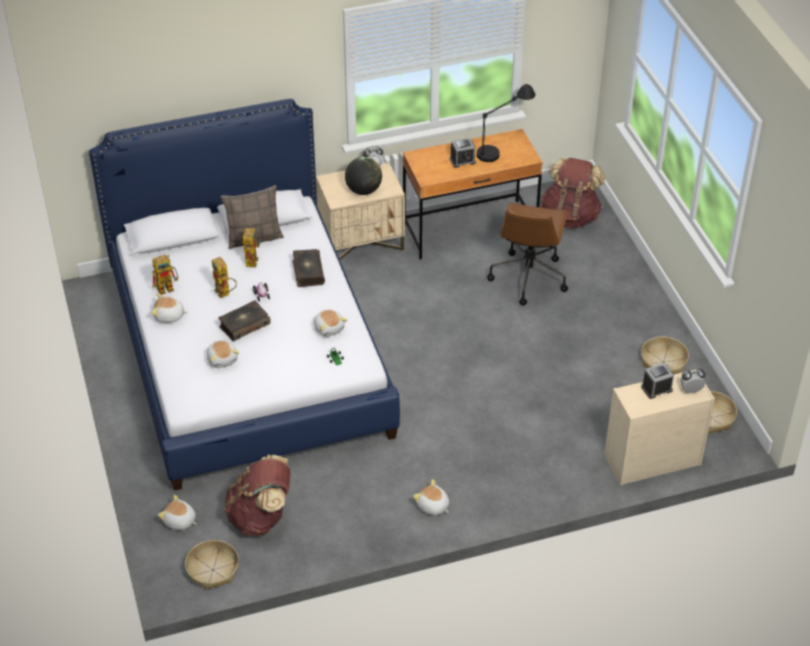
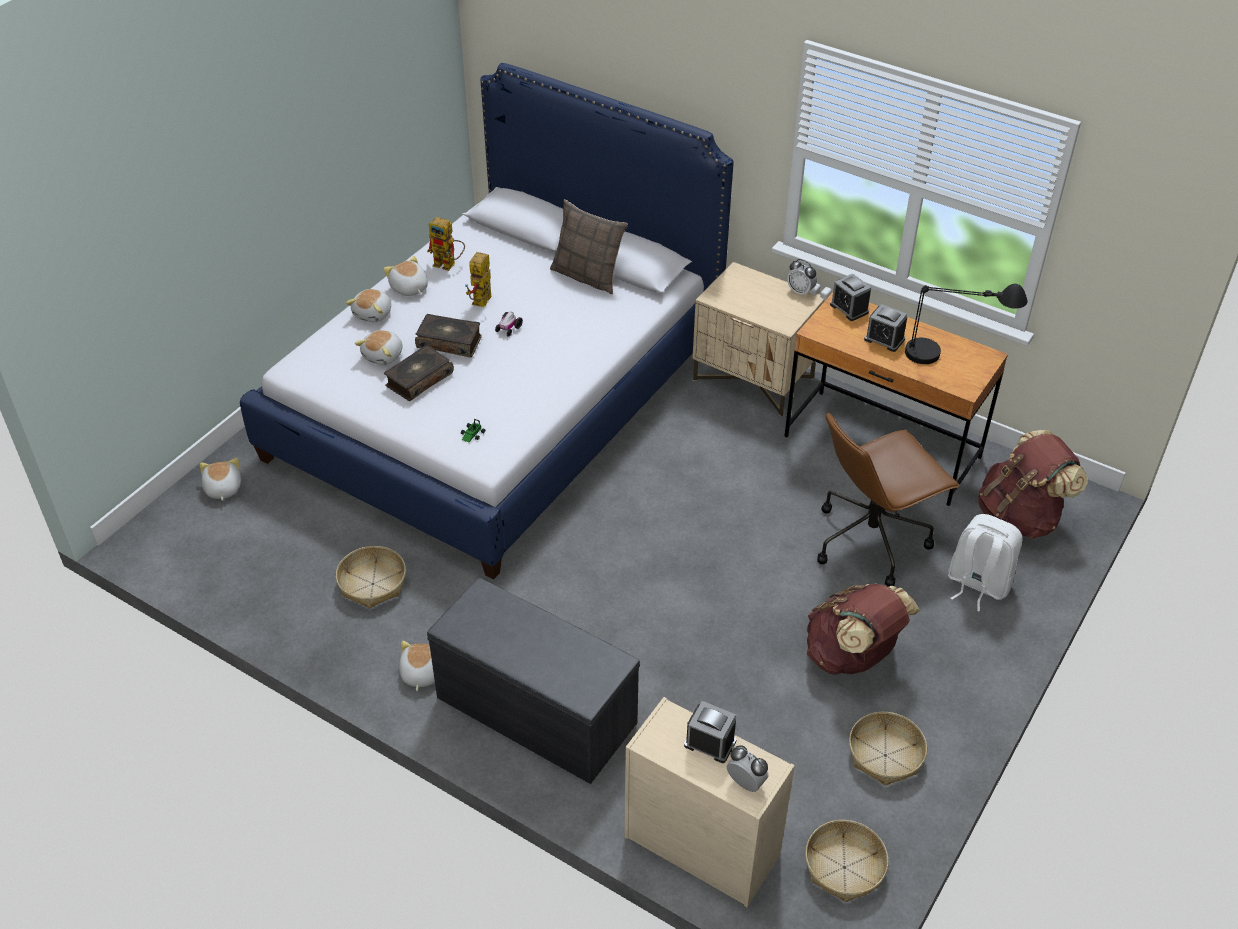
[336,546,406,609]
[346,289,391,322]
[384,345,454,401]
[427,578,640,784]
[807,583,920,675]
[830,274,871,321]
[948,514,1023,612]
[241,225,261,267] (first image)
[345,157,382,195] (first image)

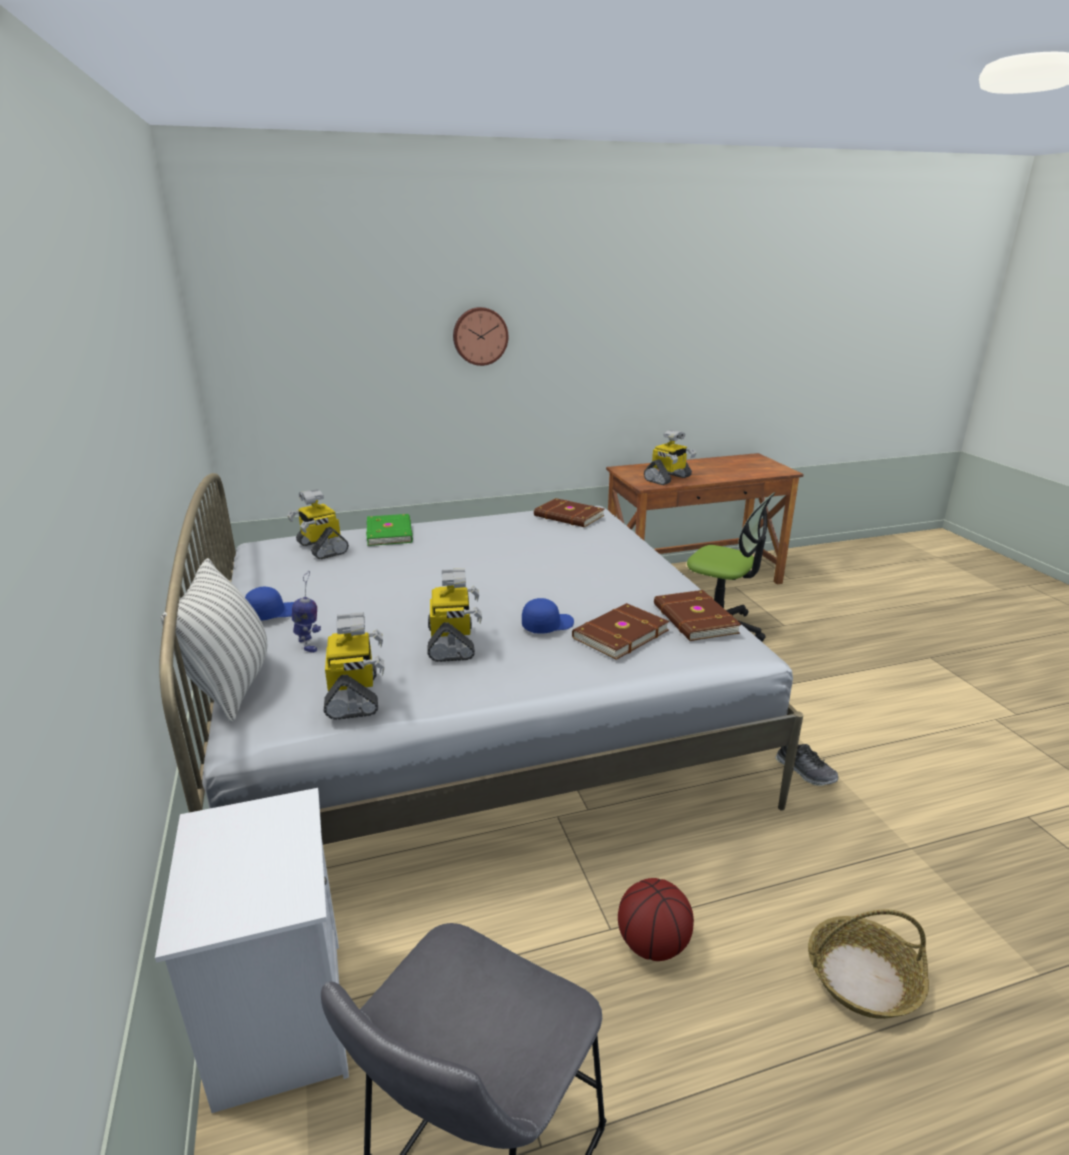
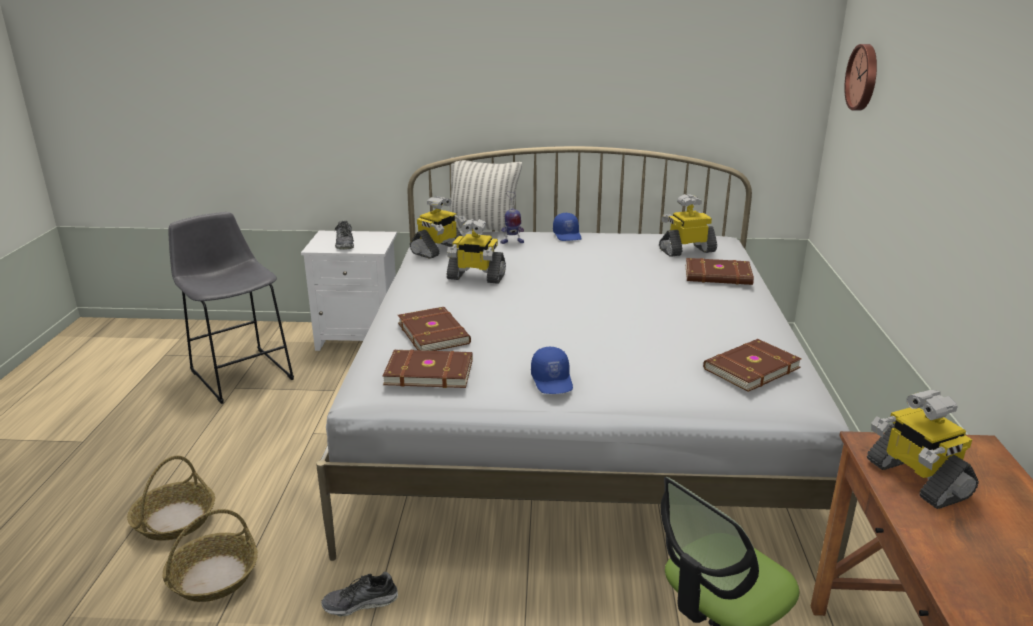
[163,509,258,602]
[335,221,354,250]
[410,196,467,259]
[531,347,573,394]
[686,258,754,285]
[844,44,877,111]
[618,878,694,961] (first image)

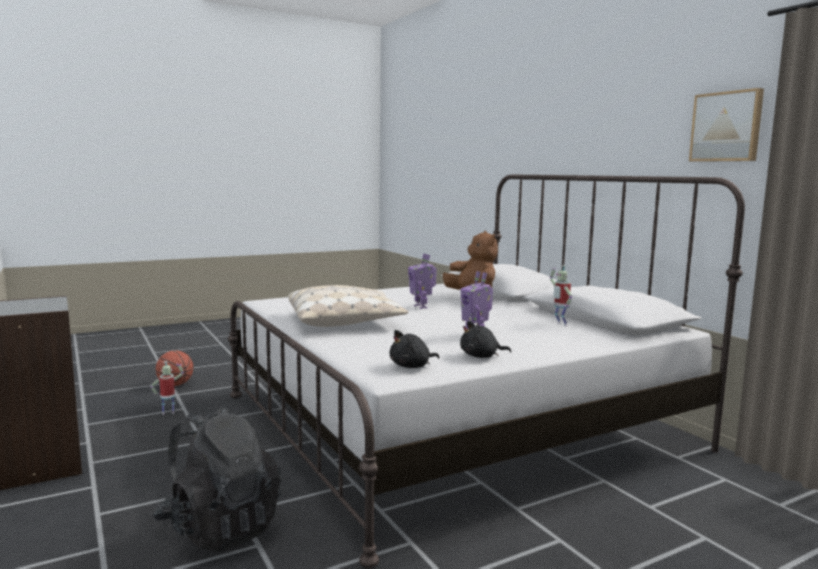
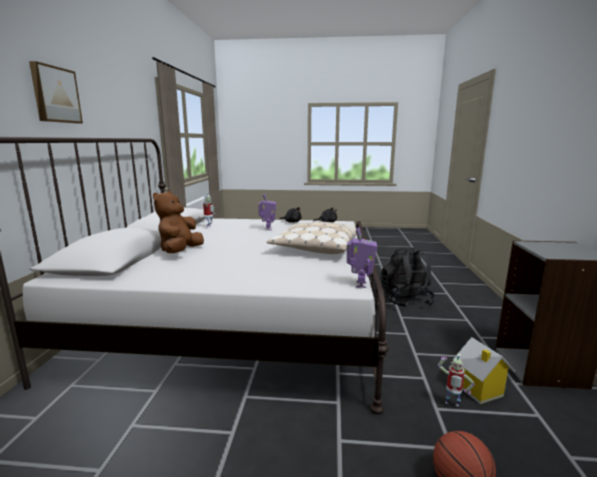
[29,61,83,124]
[347,227,377,288]
[454,337,515,404]

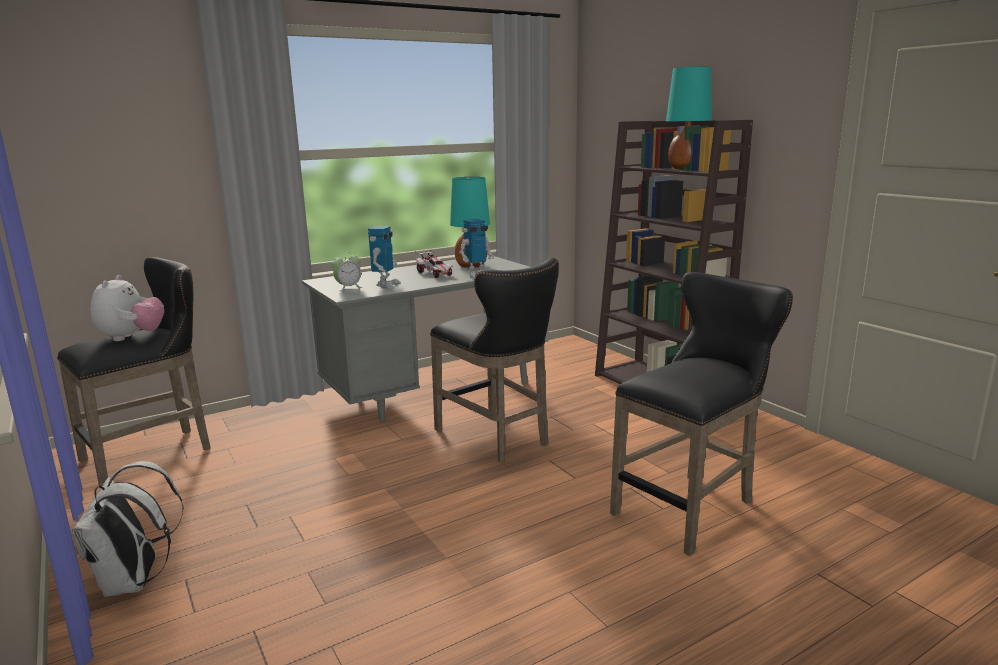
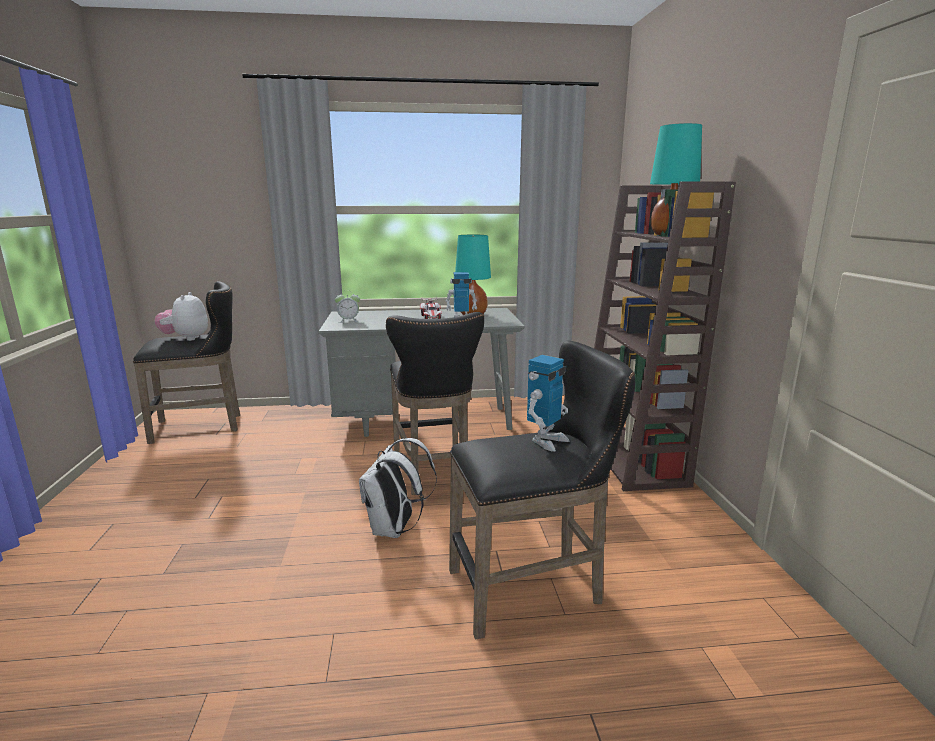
[155,292,208,341]
[359,438,437,538]
[527,355,569,452]

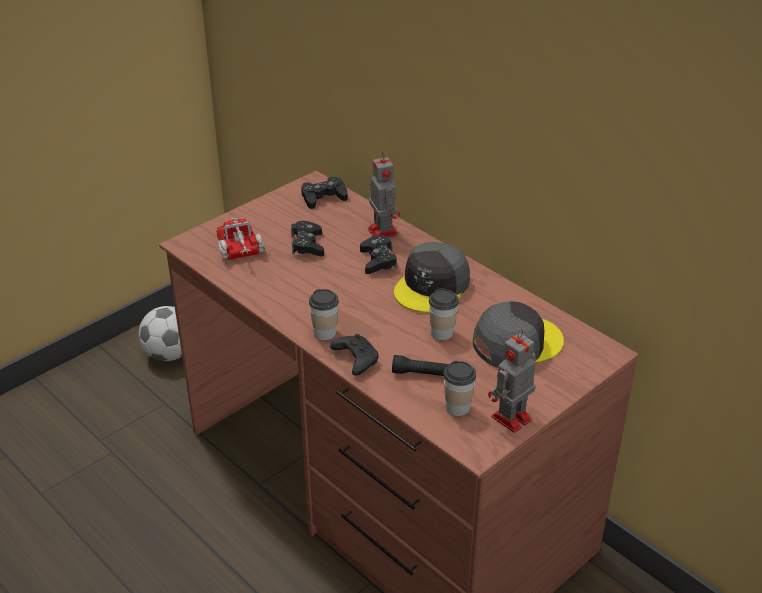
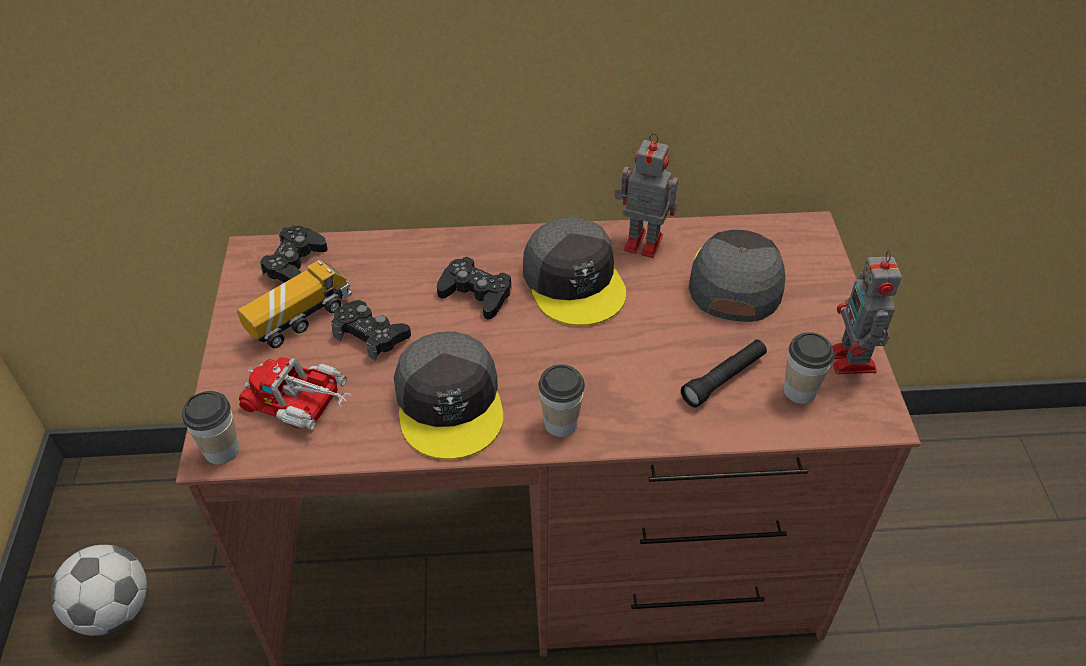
[182,391,239,465]
[237,260,352,348]
[394,332,503,460]
[614,133,678,258]
[330,334,379,376] (first image)

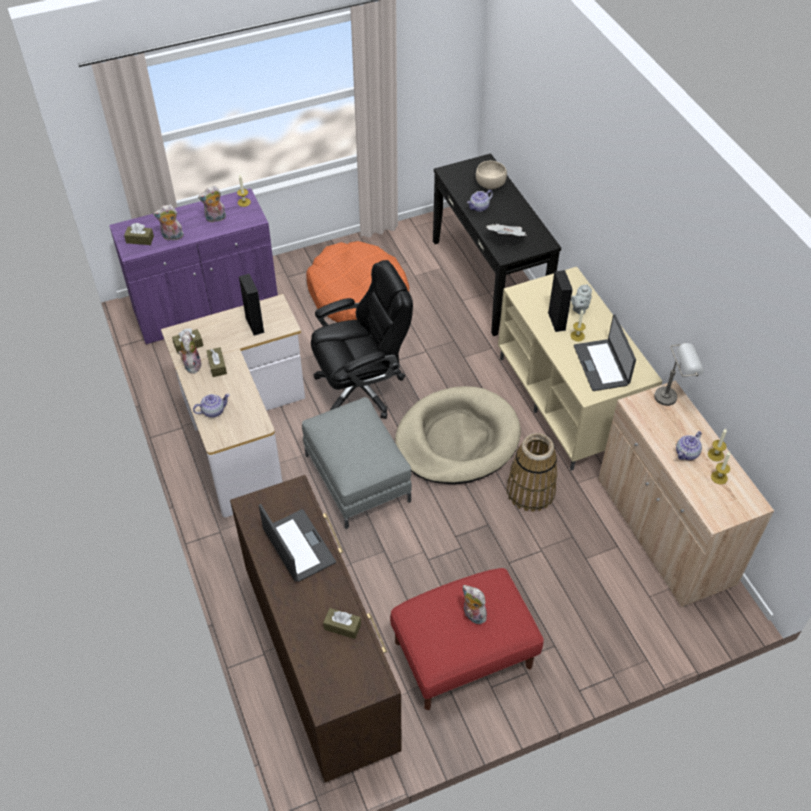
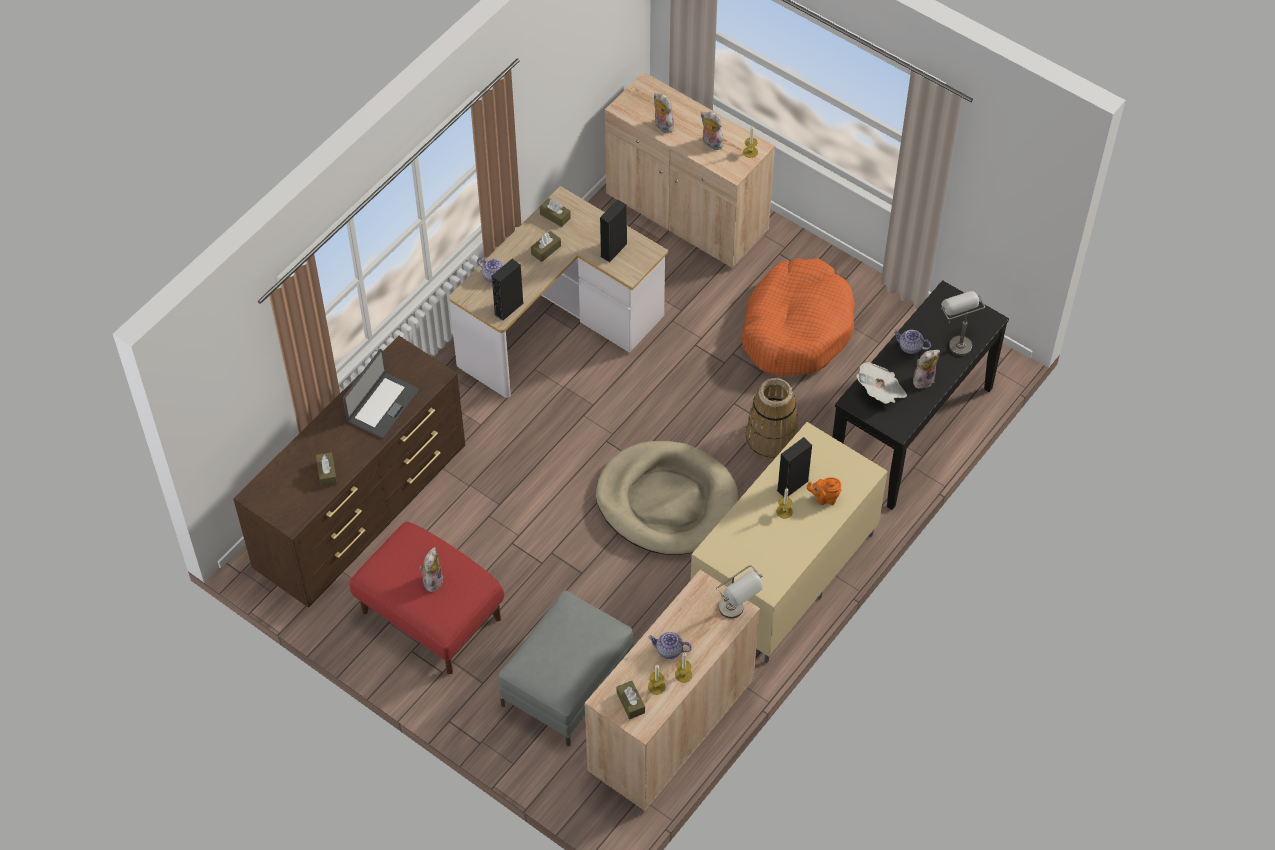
[492,259,523,321]
[498,591,633,746]
[605,72,775,268]
[617,681,645,719]
[745,378,798,460]
[807,478,842,505]
[913,350,940,389]
[941,291,985,356]
[311,260,413,419] (first image)
[574,314,636,391] (first image)

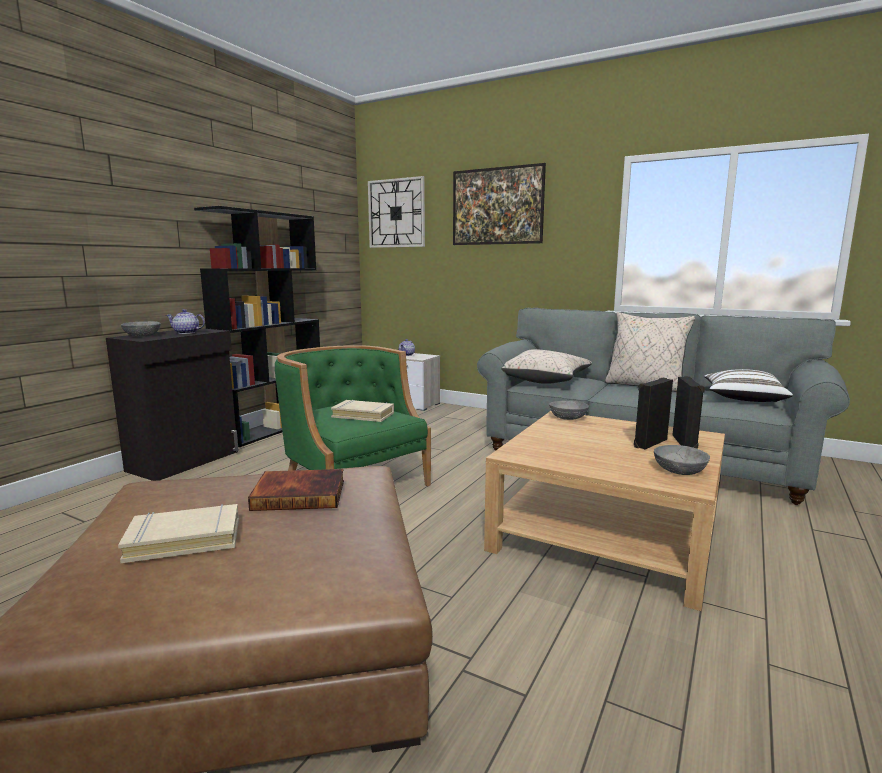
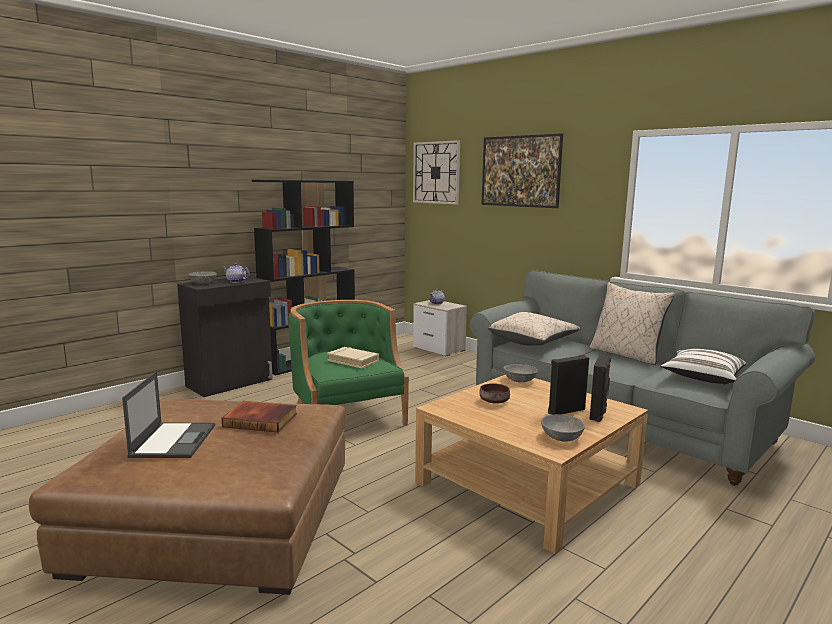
[122,371,215,458]
[479,383,510,404]

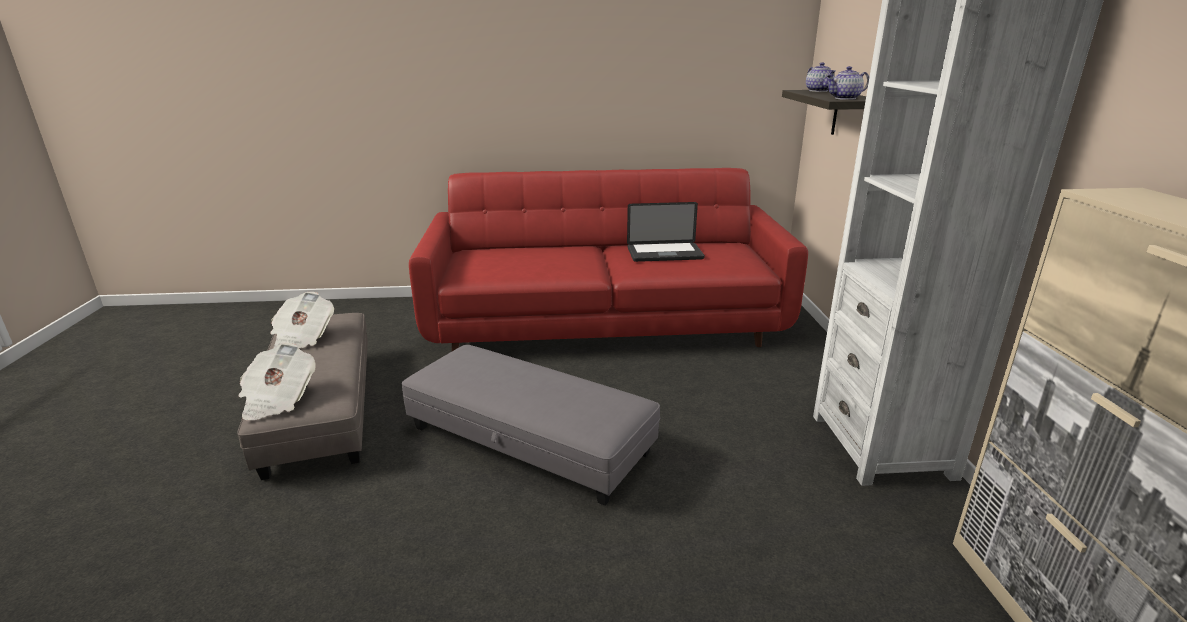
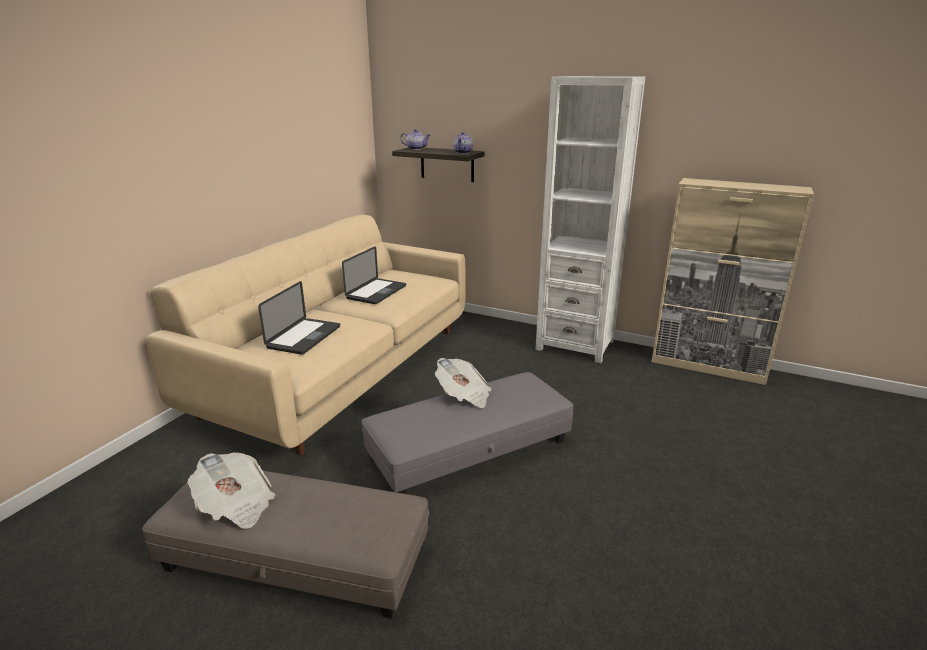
[147,215,465,456]
[258,281,340,355]
[435,358,491,408]

